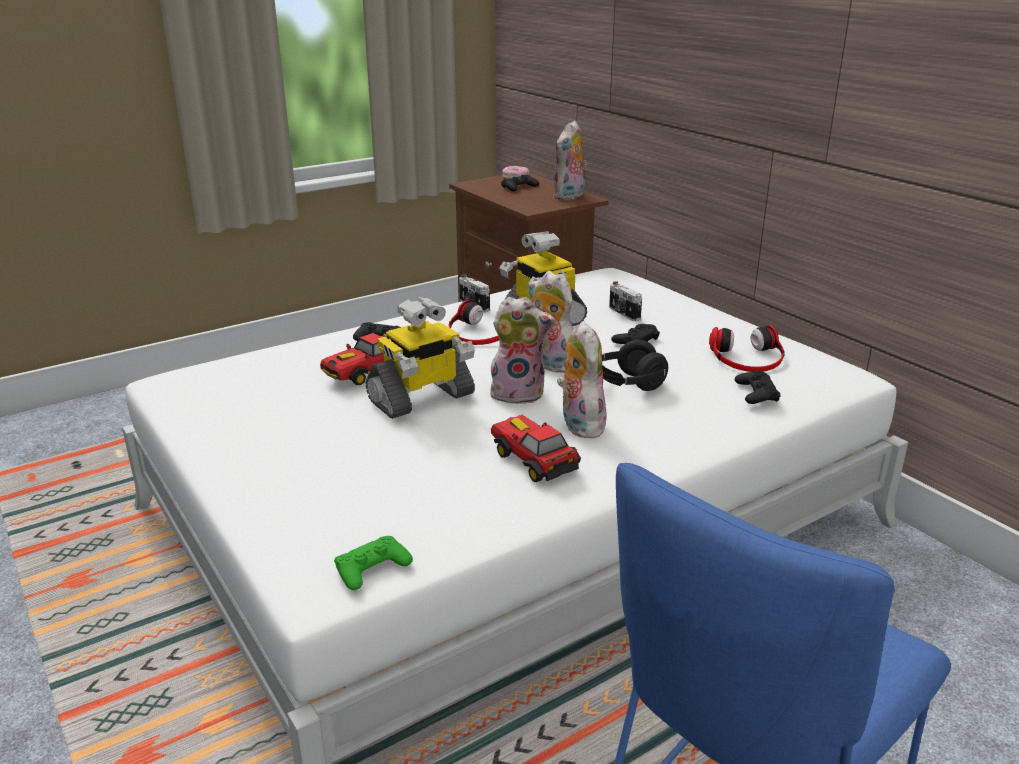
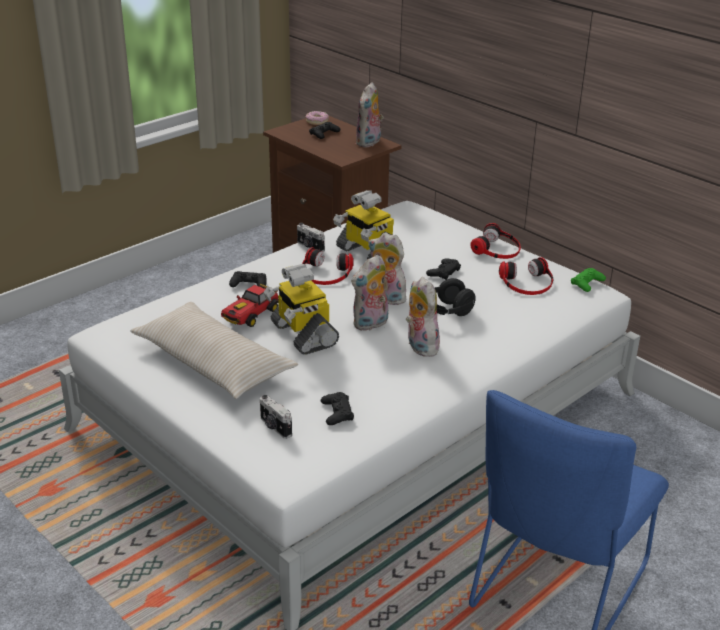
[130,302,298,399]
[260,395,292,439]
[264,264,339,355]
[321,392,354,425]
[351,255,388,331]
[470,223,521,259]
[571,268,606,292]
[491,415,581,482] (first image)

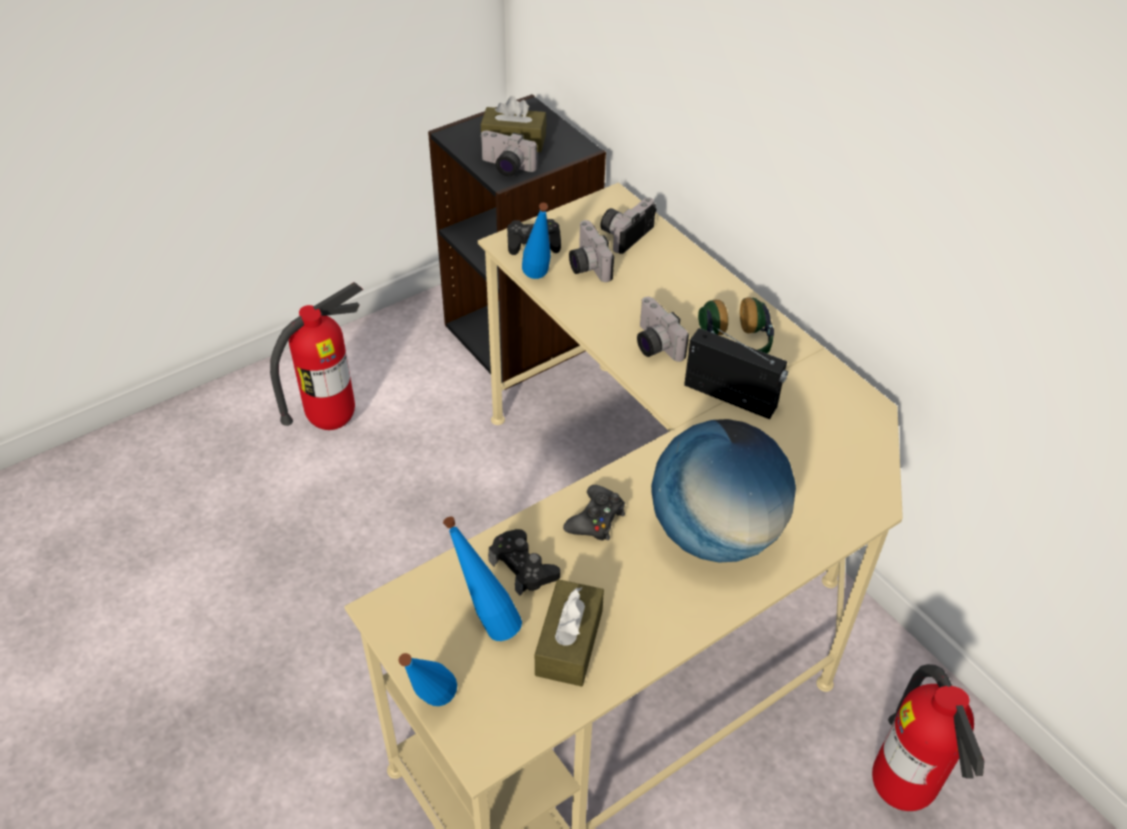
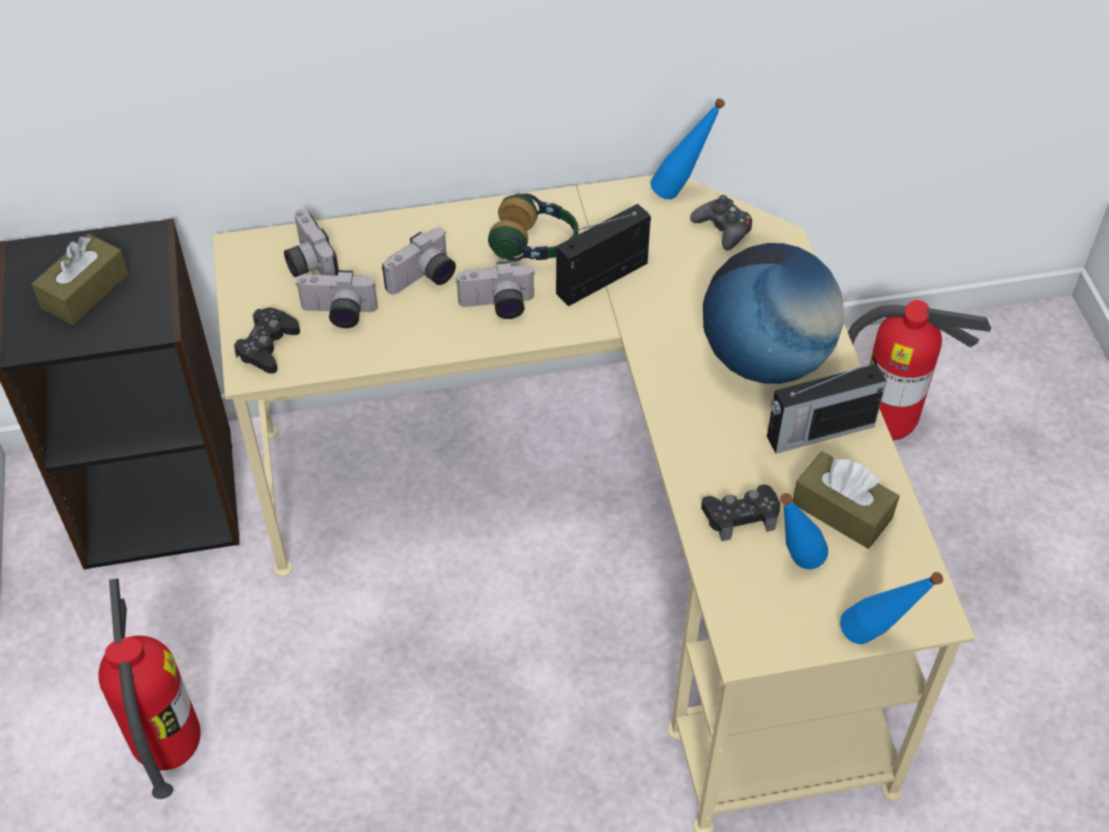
[382,227,456,294]
[651,98,725,199]
[690,195,752,250]
[767,362,887,453]

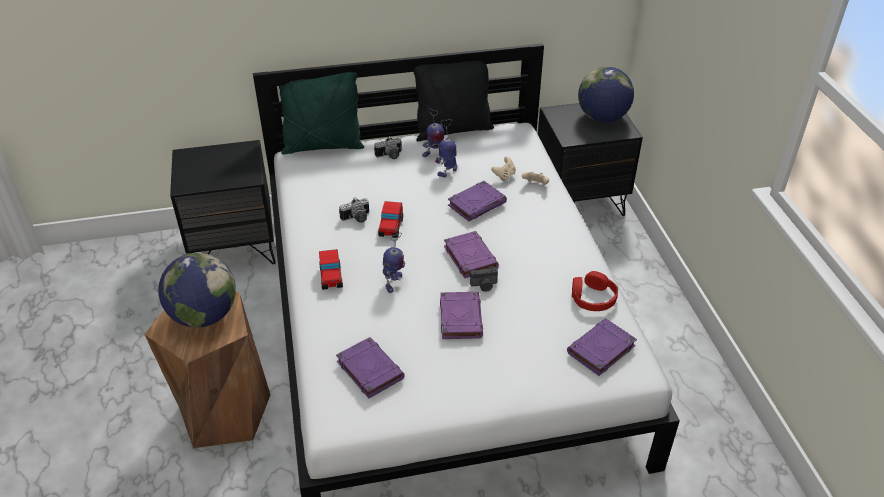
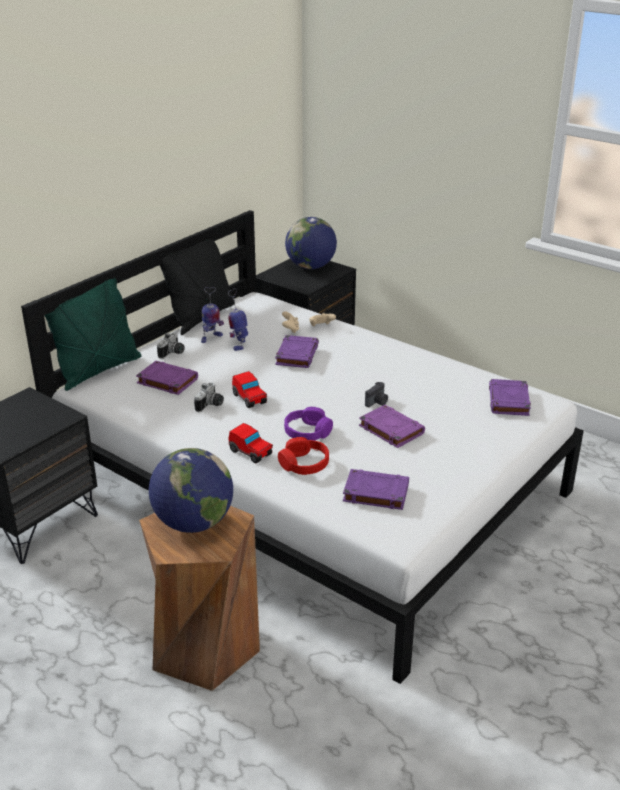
[136,361,198,395]
[278,437,329,475]
[284,407,333,441]

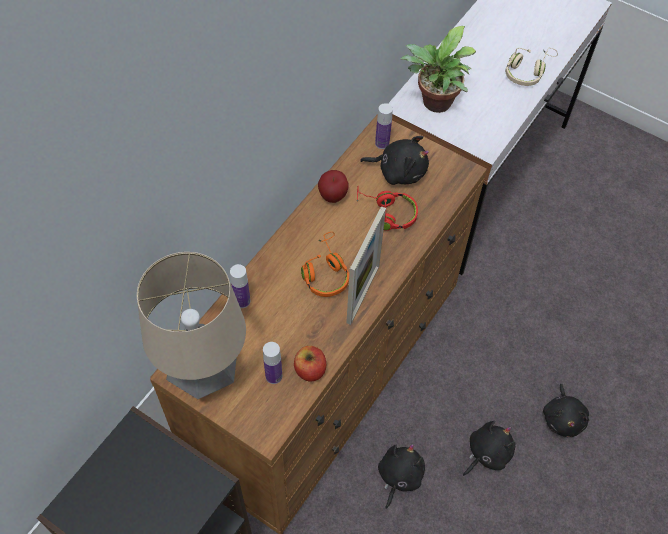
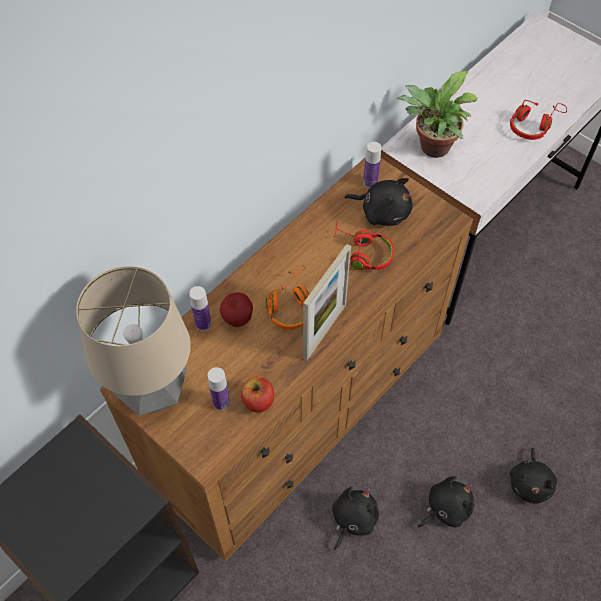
[220,292,253,327]
[510,100,567,140]

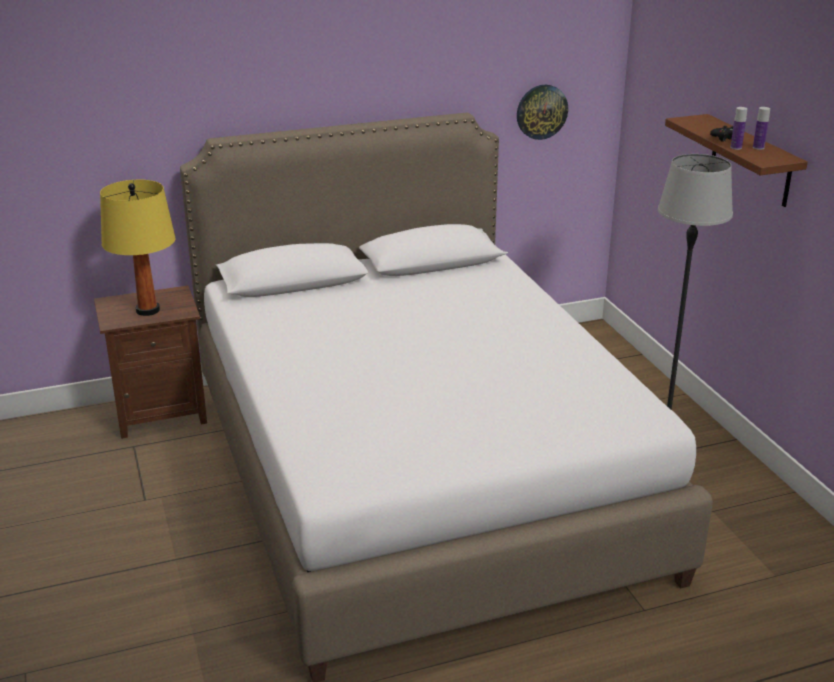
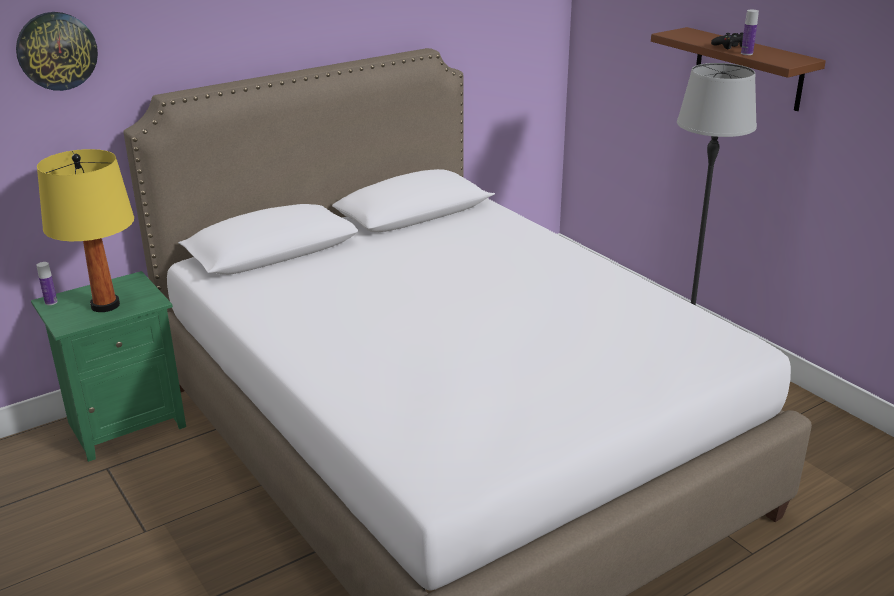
[16,12,98,91]
[31,271,186,462]
[36,262,58,305]

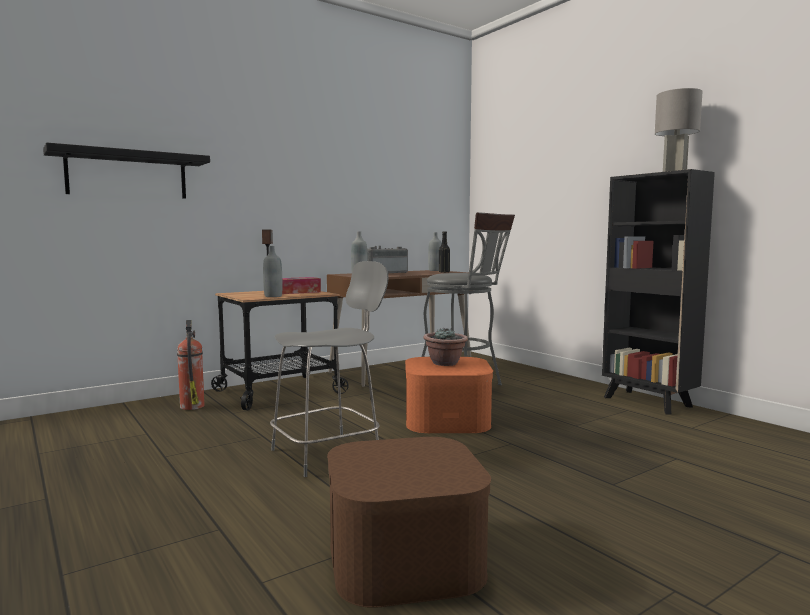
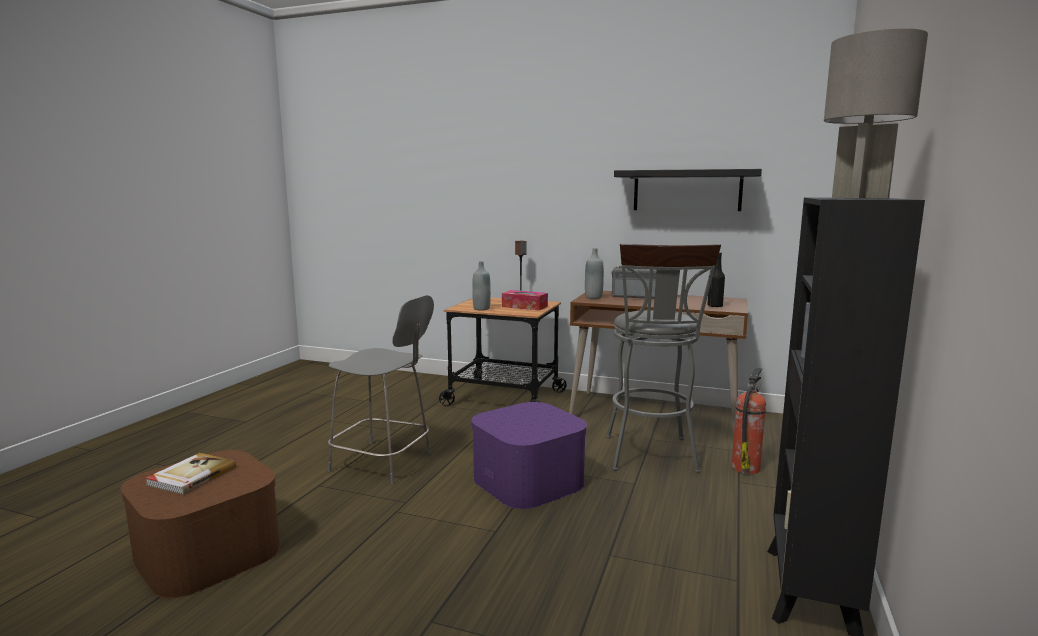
[145,453,236,495]
[471,402,587,509]
[614,169,762,211]
[732,367,766,474]
[423,328,468,366] (first image)
[428,232,442,271] (first image)

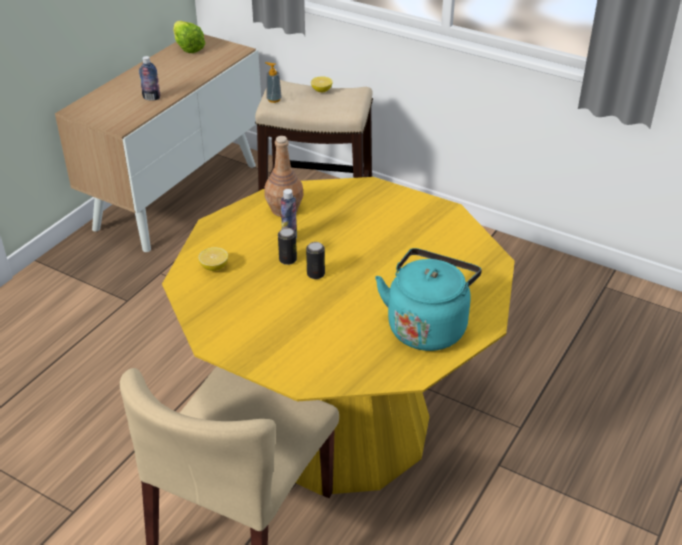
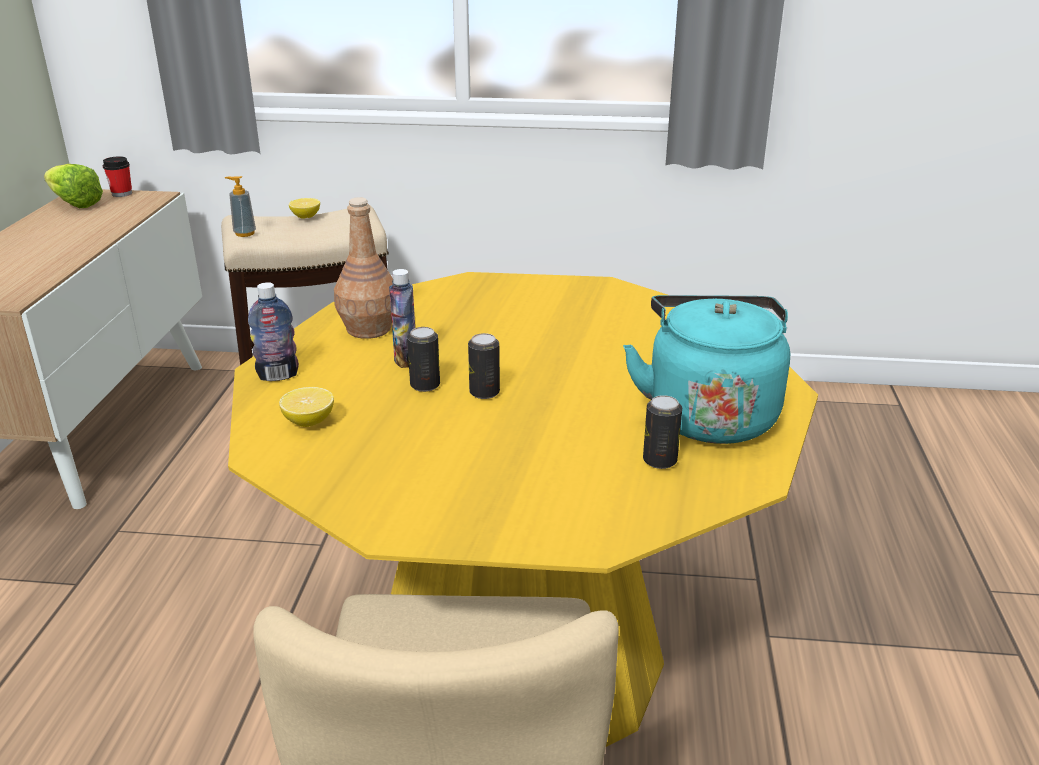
[103,156,132,197]
[248,282,299,381]
[643,395,682,469]

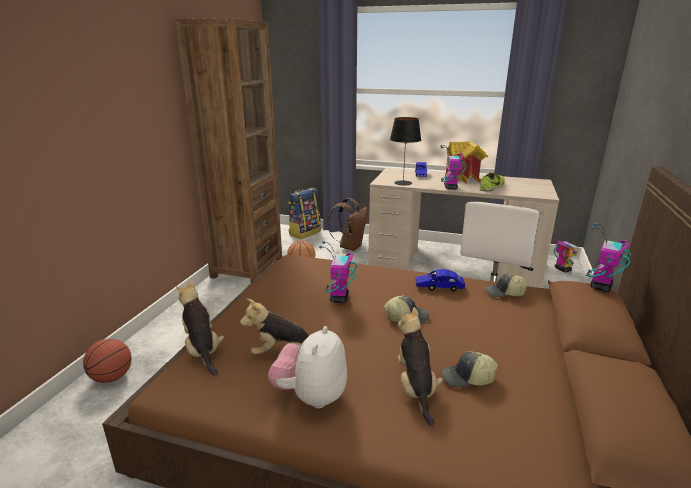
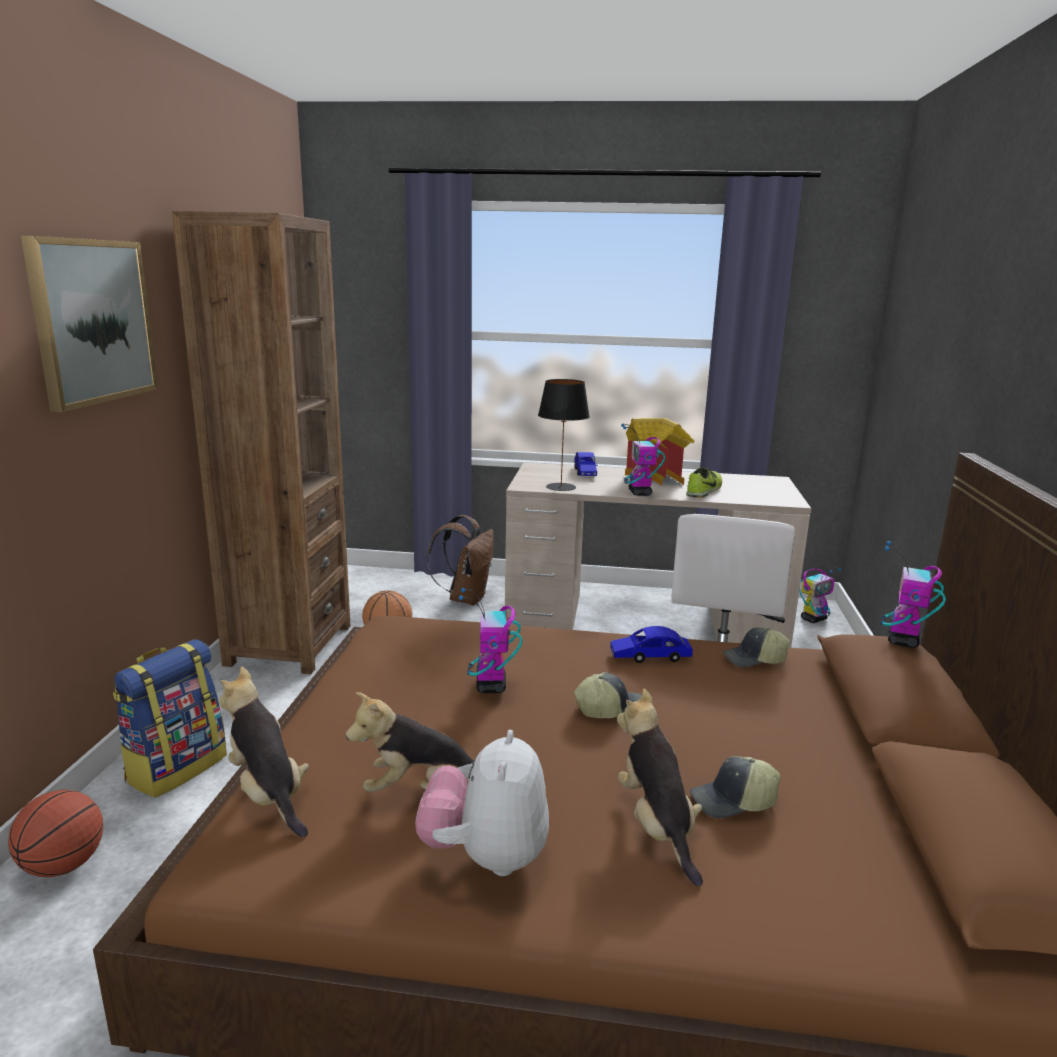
[21,236,158,412]
[113,639,227,798]
[799,568,841,623]

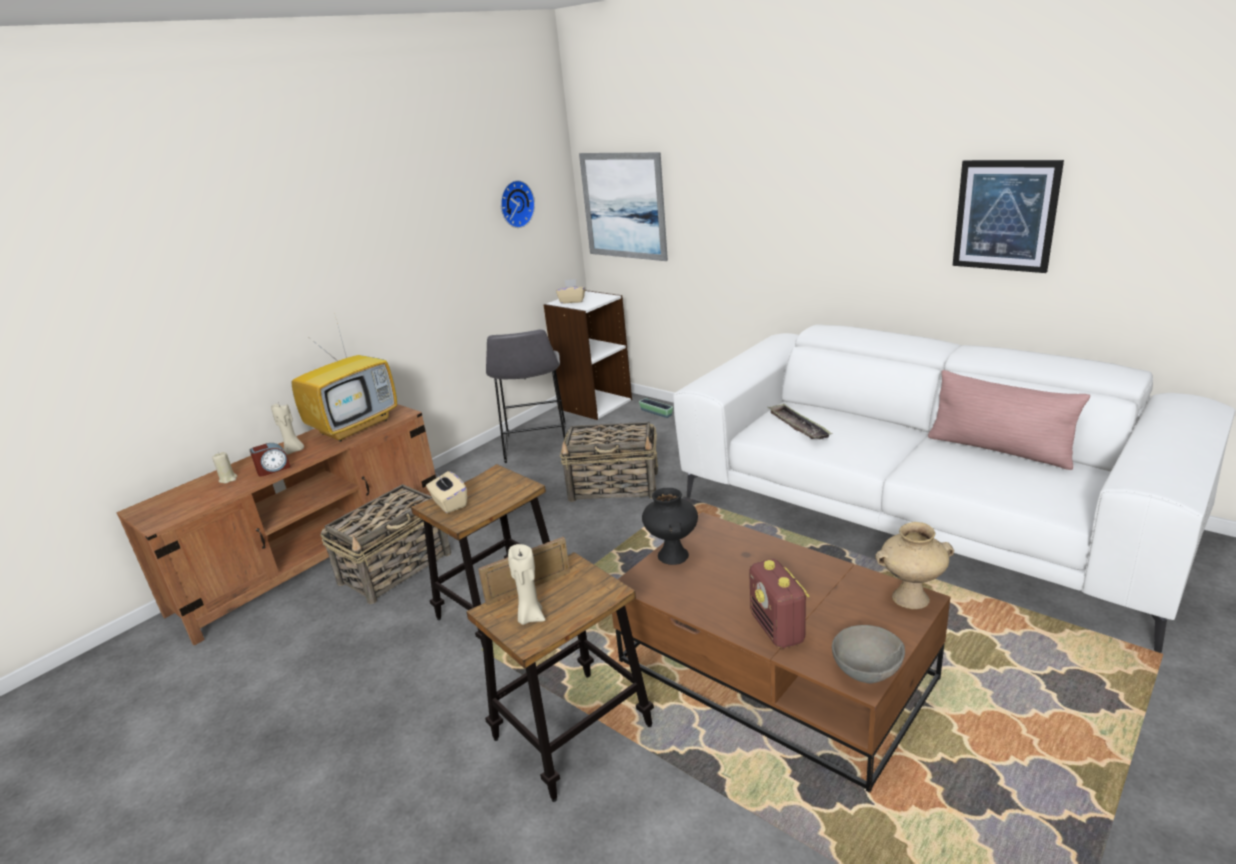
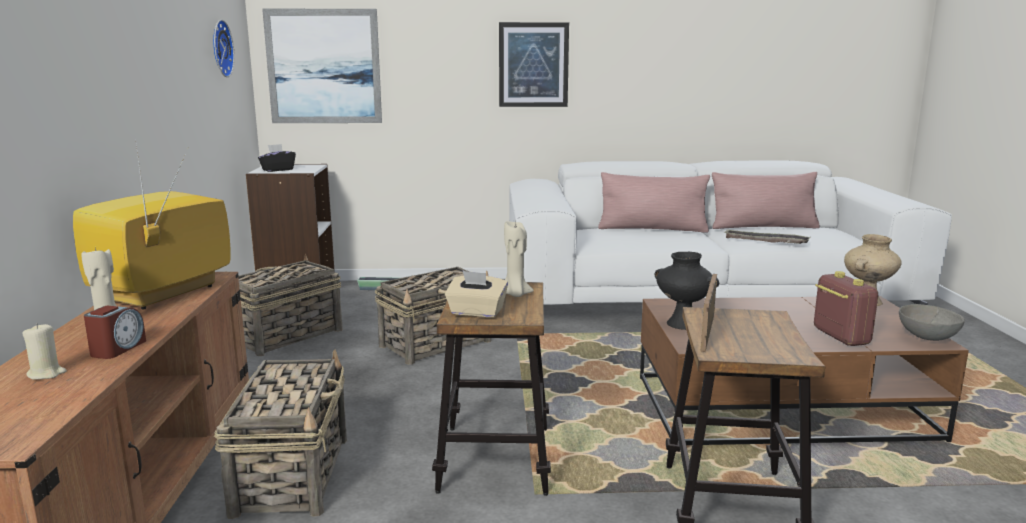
[73,145,231,310]
[225,254,343,356]
[258,144,296,172]
[499,22,569,107]
[504,221,534,297]
[598,172,710,233]
[724,229,810,244]
[814,271,878,346]

